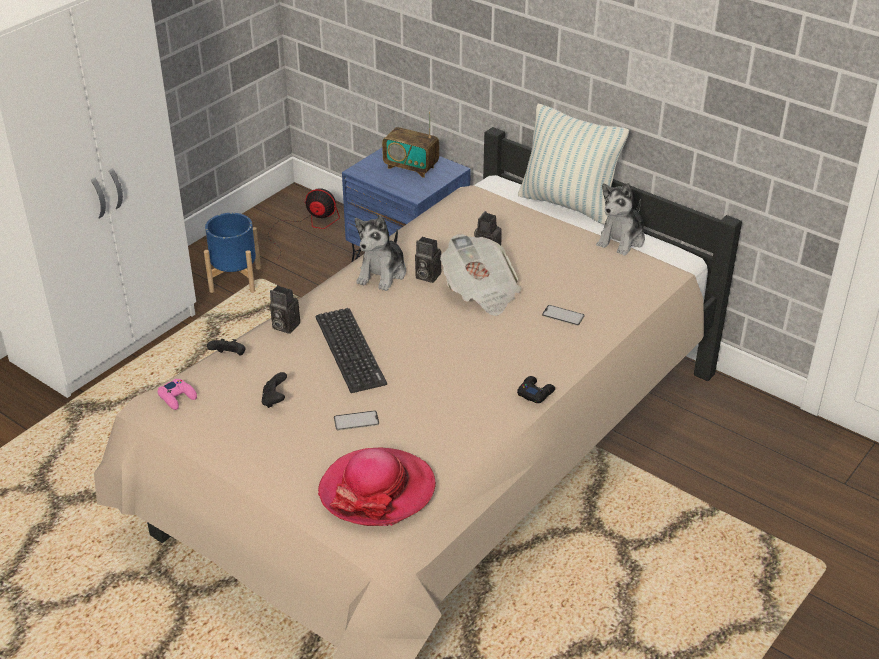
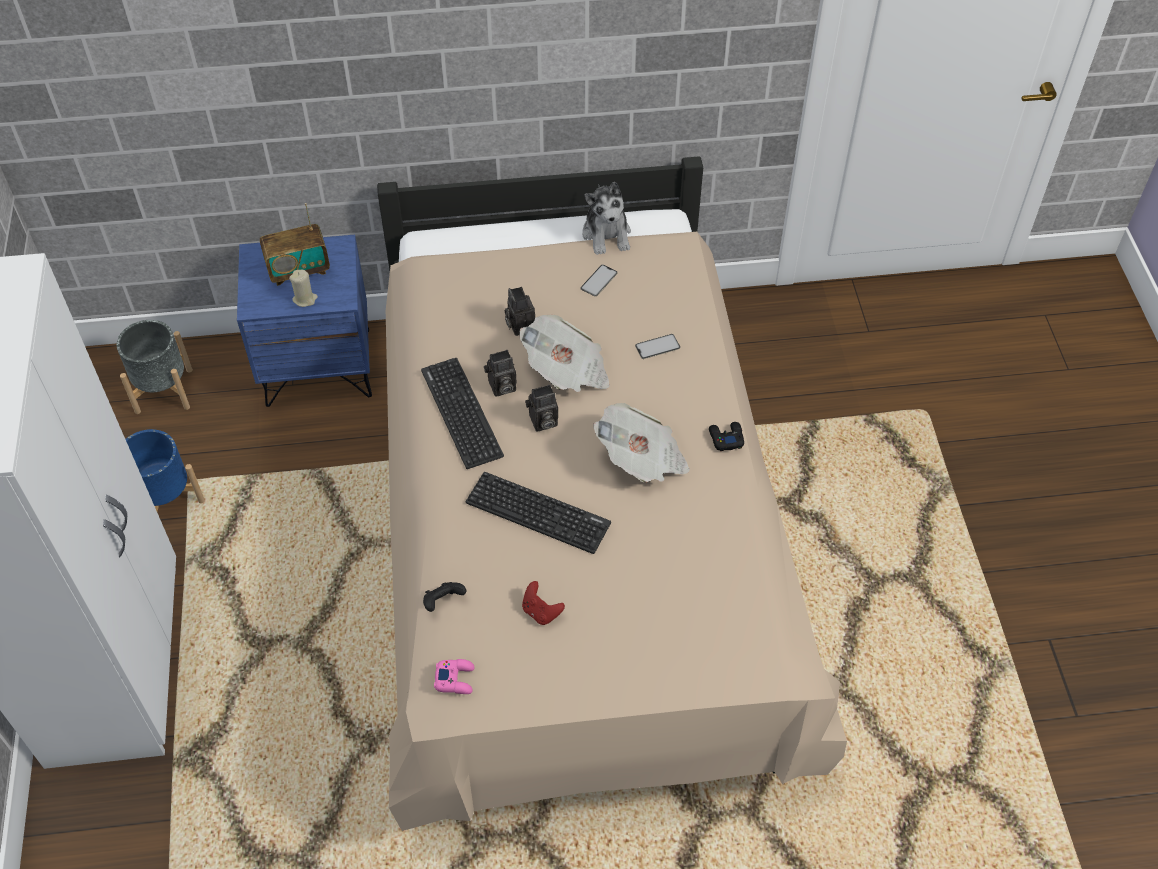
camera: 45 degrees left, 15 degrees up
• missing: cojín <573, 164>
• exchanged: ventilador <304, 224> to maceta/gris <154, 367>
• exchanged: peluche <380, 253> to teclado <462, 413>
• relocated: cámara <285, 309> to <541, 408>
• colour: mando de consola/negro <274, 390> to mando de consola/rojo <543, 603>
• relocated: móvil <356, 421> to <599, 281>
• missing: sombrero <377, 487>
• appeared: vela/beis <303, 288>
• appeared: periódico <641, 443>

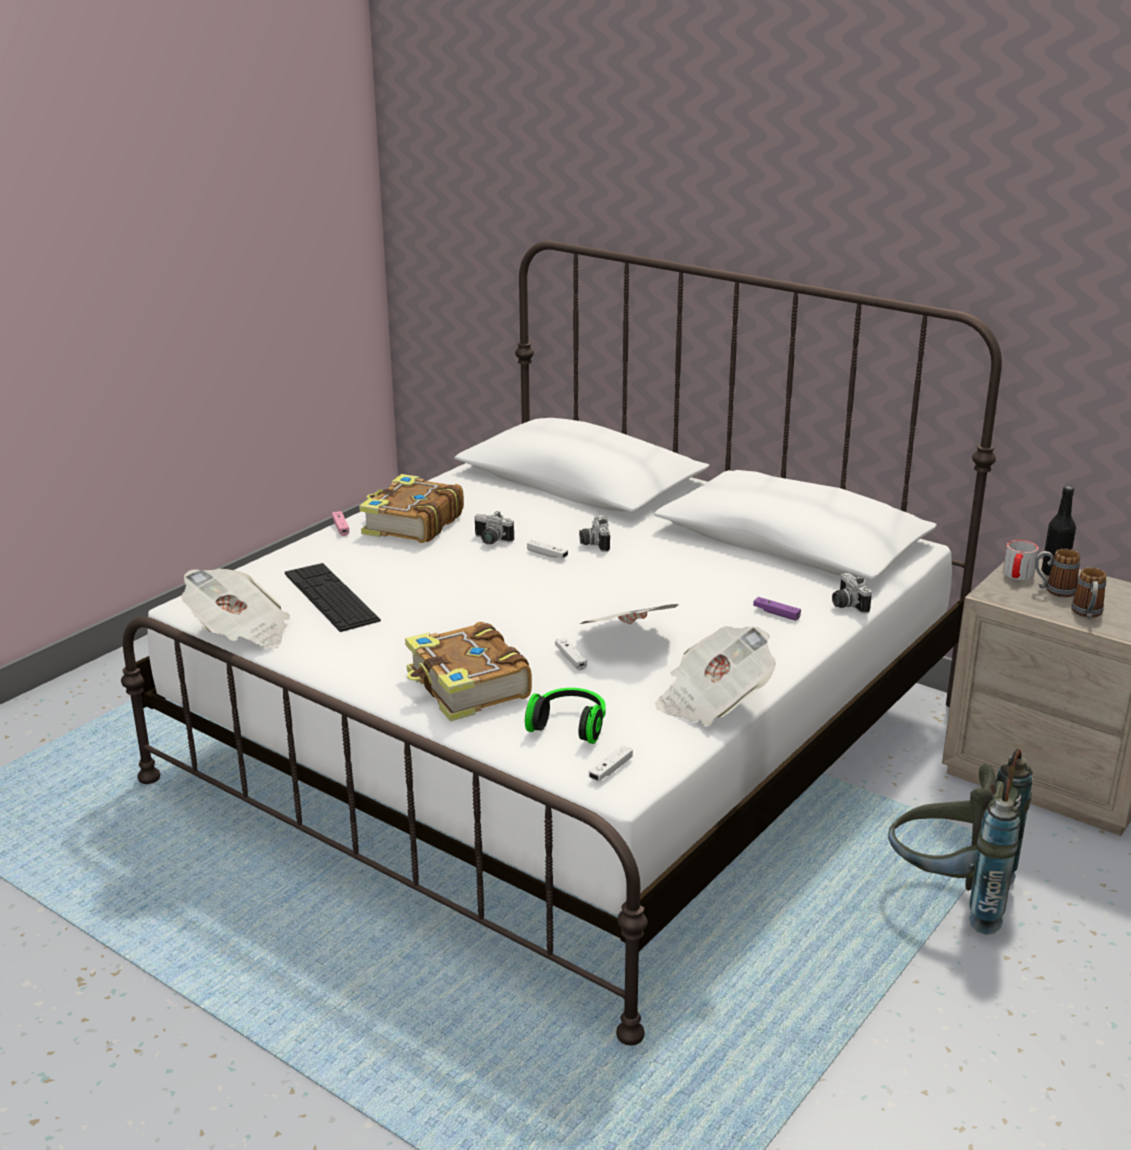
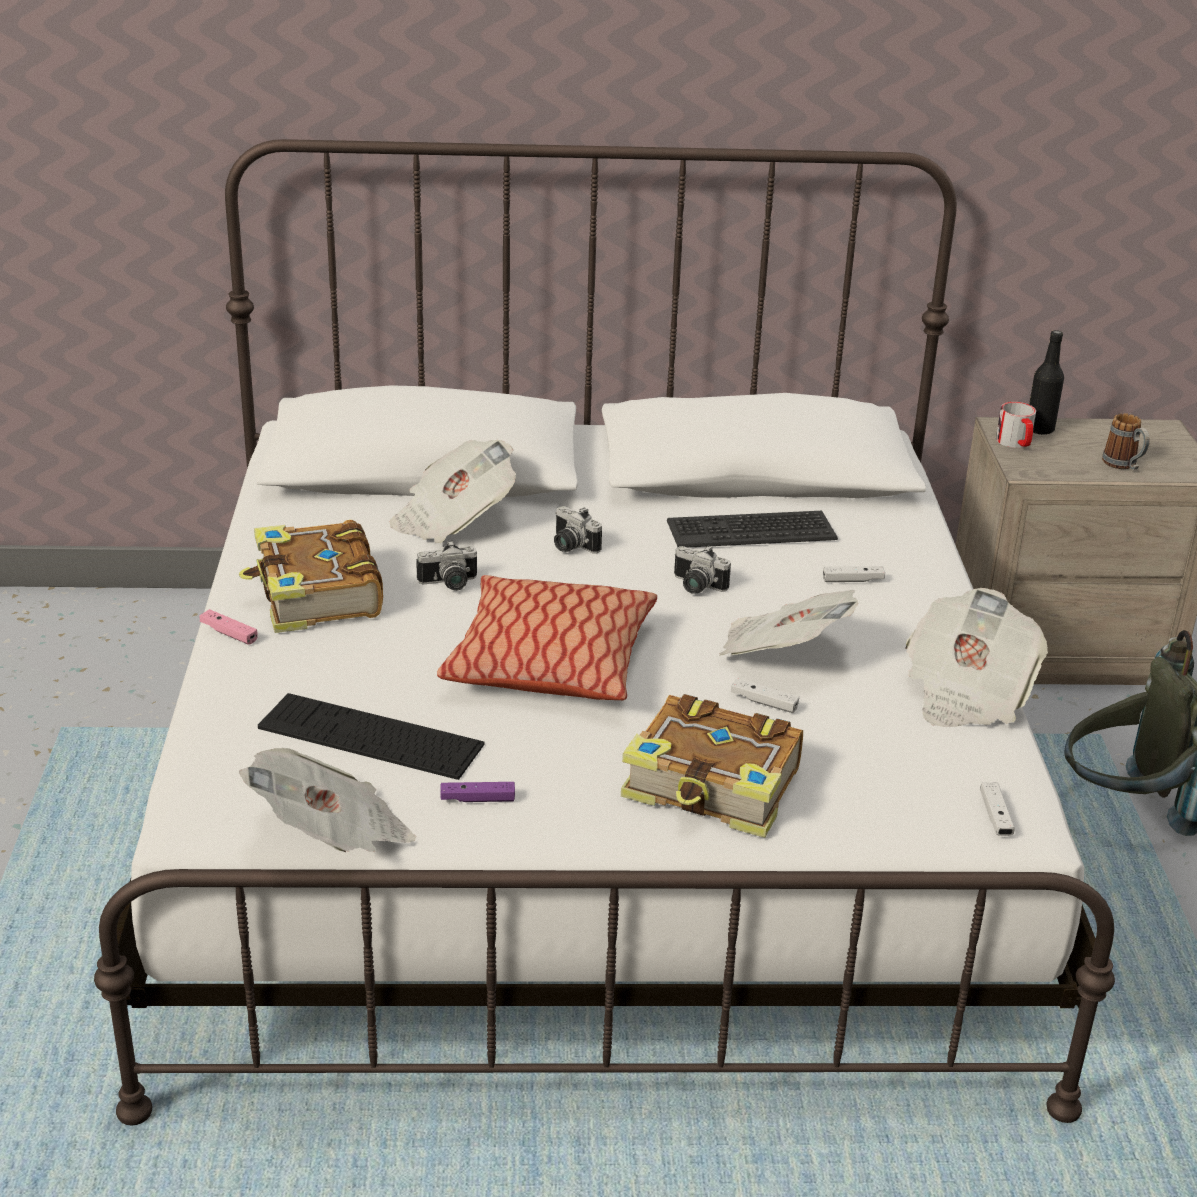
camera: 40 degrees left, 5 degrees up
• relocated: mando de consola/blanco <547, 549> to <854, 574>
• missing: taza grande <1057, 572>
• relocated: cámara <852, 593> to <702, 570>
• relocated: mando de consola/morado <777, 609> to <477, 792>
• missing: auriculares <565, 716>
• appeared: periódico <453, 491>
• appeared: teclado <752, 529>
• appeared: cojín <547, 637>

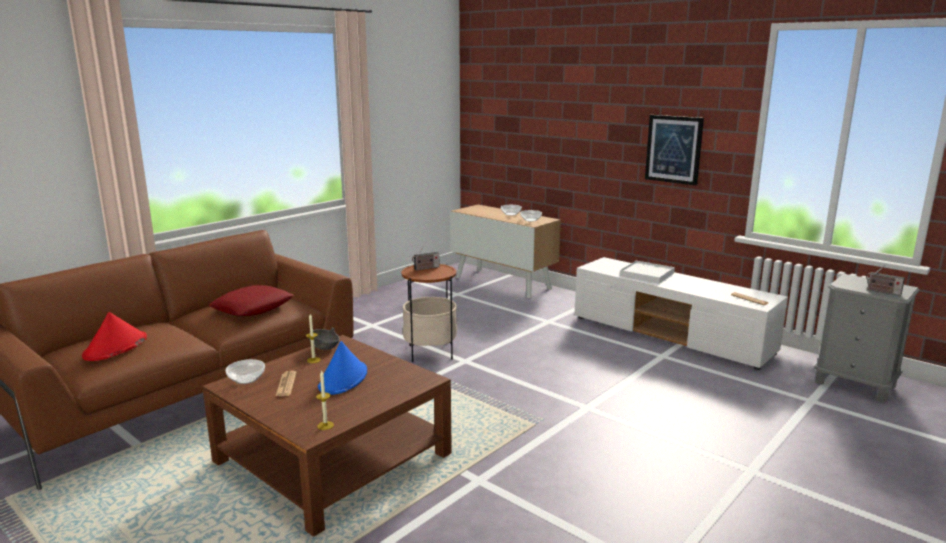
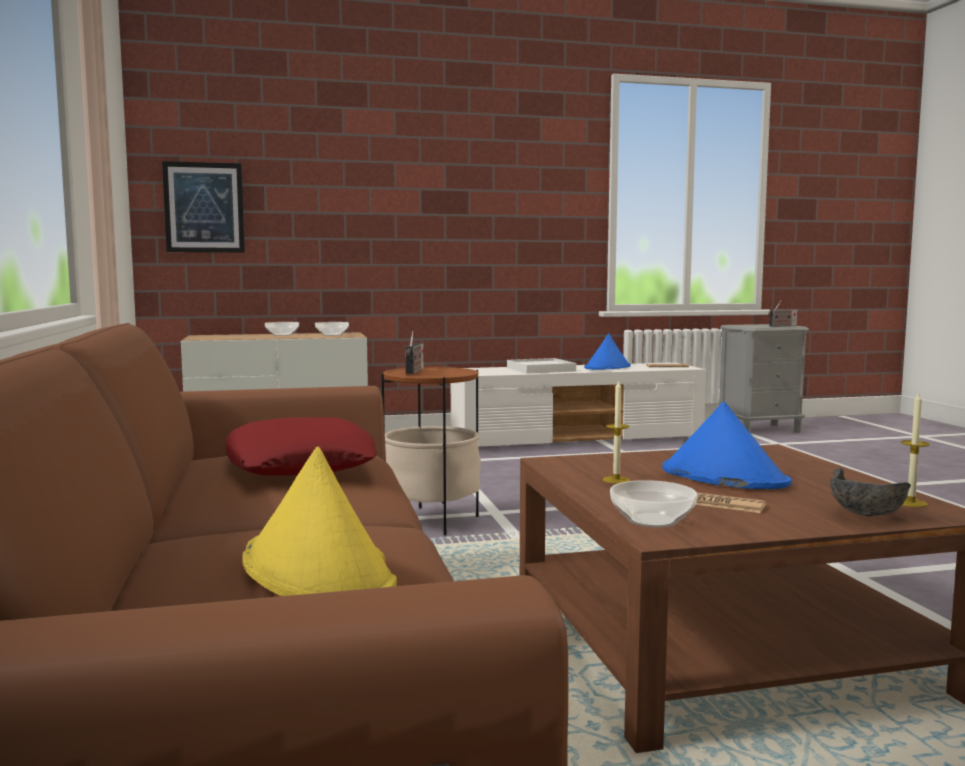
camera: 55 degrees left, 10 degrees down
• relocated: cuadro <674, 150> to <203, 207>
• colour: sombrero/rojo <114, 336> to sombrero/amarillo <319, 521>
• relocated: cuenco/gris <324, 339> to <870, 492>
• appeared: sombrero/azul <607, 351>

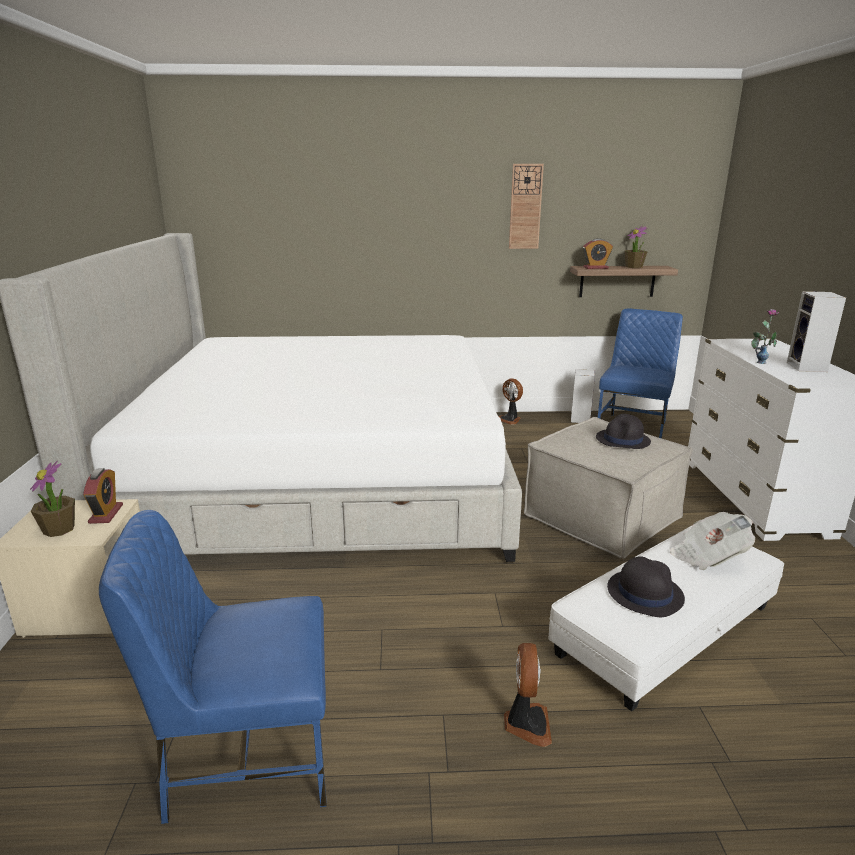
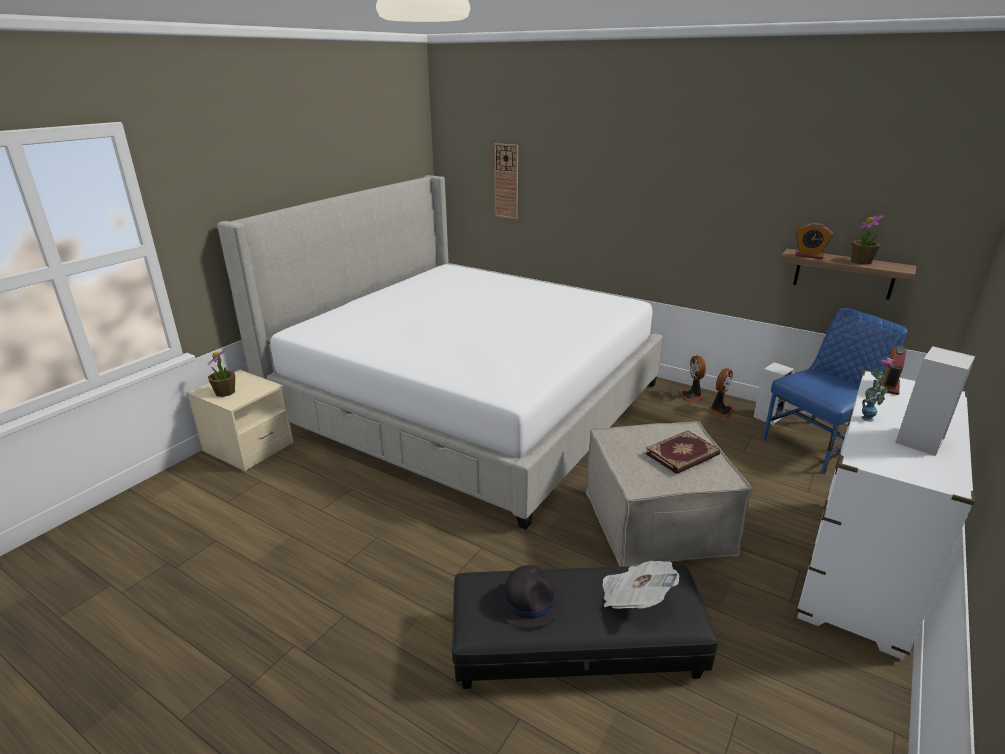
camera: 35 degrees right, 5 degrees up
• relocated: reloj de pared <526, 206> to <506, 181>
• exchanged: sombrero/negro <623, 431> to libro <683, 452>
• relocated: despertador <103, 496> to <892, 370>
• missing: silla/azul <213, 667>
• colour: puf/blanco <666, 618> to puf/negro <585, 627>
• relocated: ventilador <528, 695> to <722, 393>

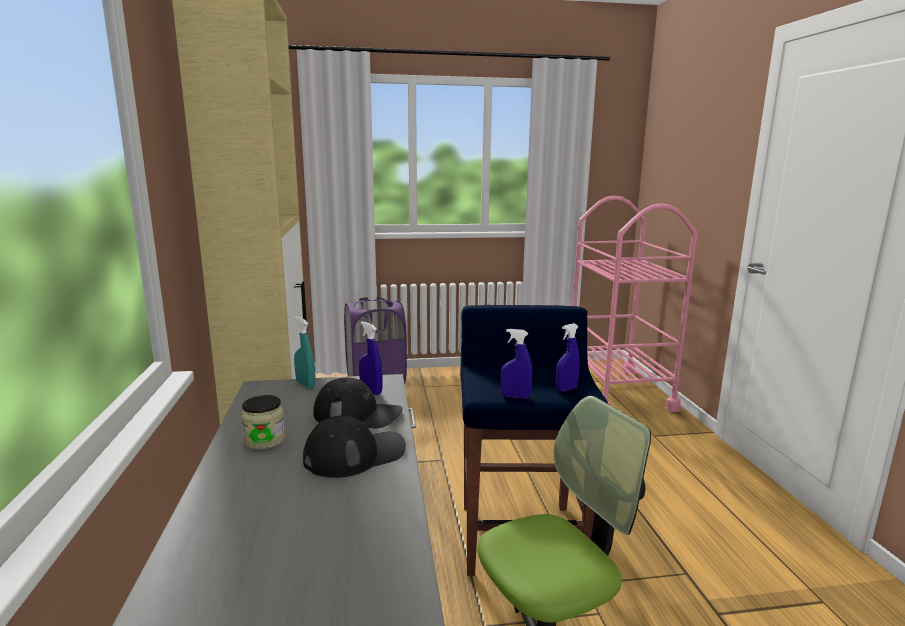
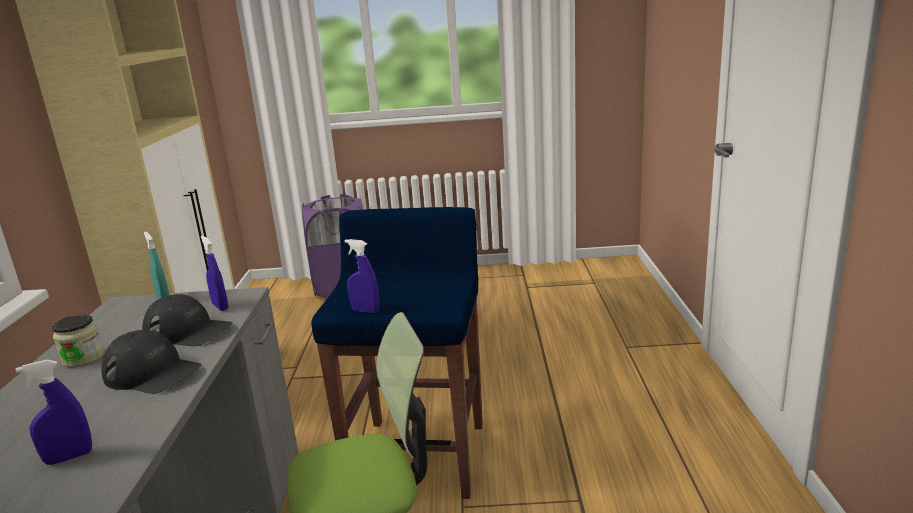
camera: 10 degrees right, 5 degrees up
• missing: carrito/rosa <635, 303>
• relocated: pulverizador/azul <568, 357> to <54, 412>
• spun: gorra/negro <354, 446> = <151, 362> 45 degrees clockwise

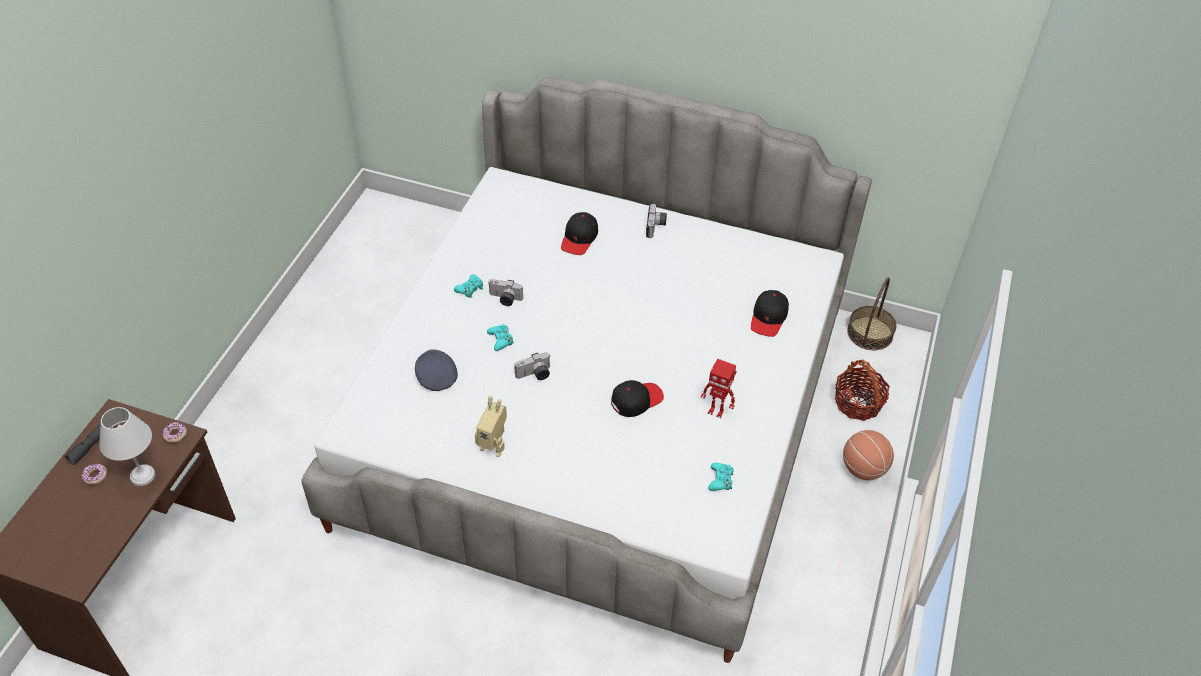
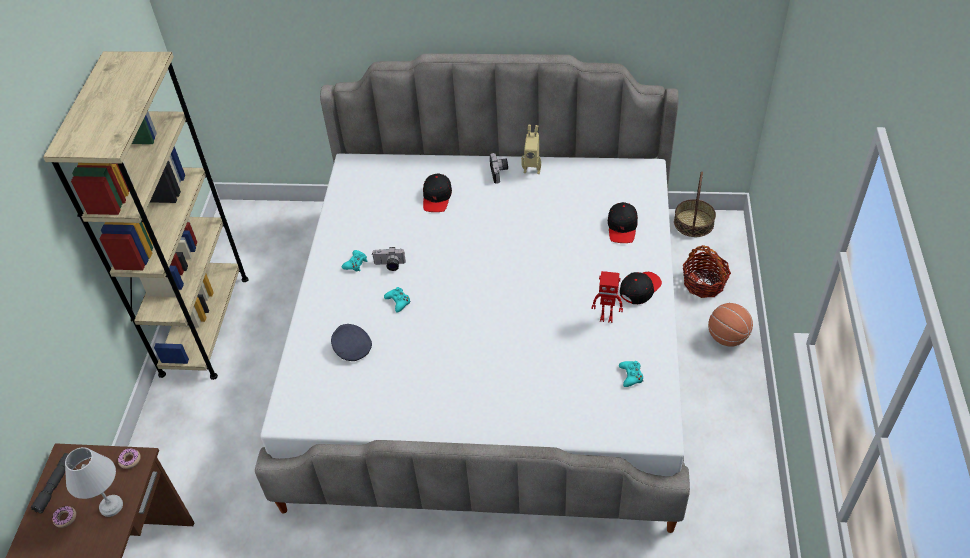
camera: 10 degrees left, 0 degrees up
• missing: cámara <532, 366>
• relocated: gorra/negro <637, 398> to <641, 288>
• relocated: robot de juguete <491, 426> to <531, 149>
• appeared: estantería/beis <146, 215>

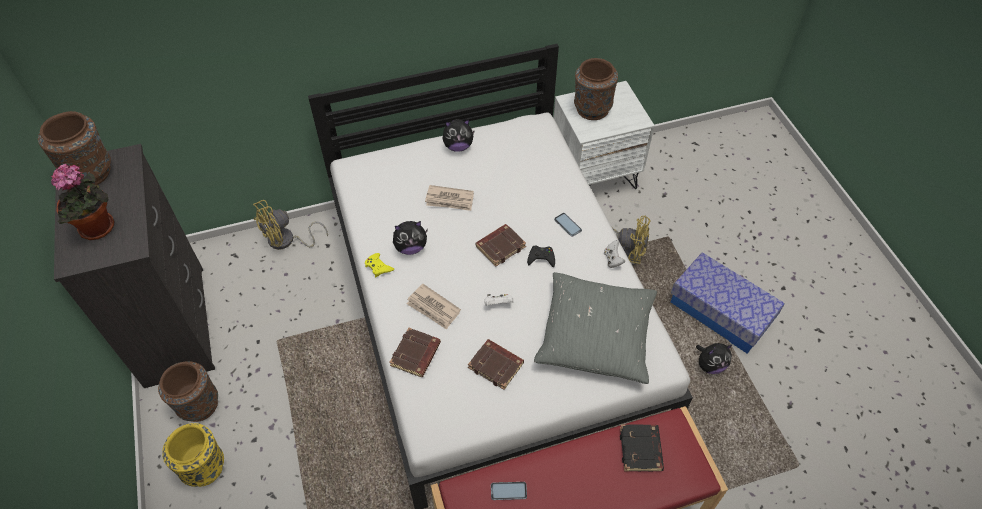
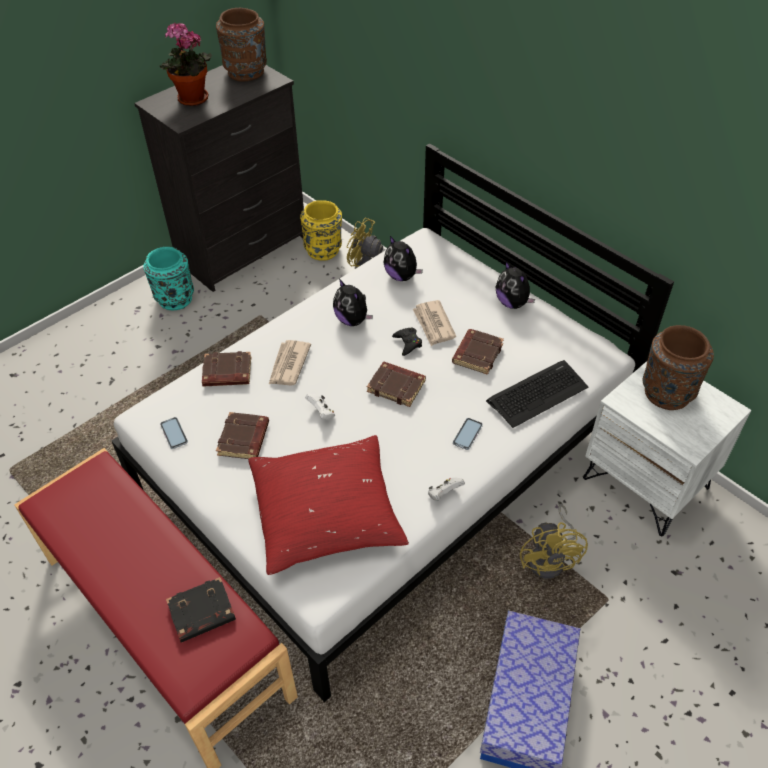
camera: 65 degrees right, 5 degrees down
• relocated: mando de consola/negro <541, 256> to <407, 341>
• missing: mando de consola/amarillo <379, 265>
• colour: cojín/gris <595, 328> to cojín/rojo <328, 505>
• relocated: peluche <714, 358> to <403, 258>
• colour: florero/marrón <188, 391> to florero/turquesa <168, 278>
• relocated: florero/amarillo <193, 455> to <321, 230>
• relocated: móvil <509, 491> to <174, 433>
• appeared: libro/marrón <478, 352>
• appeared: teclado <537, 394>

